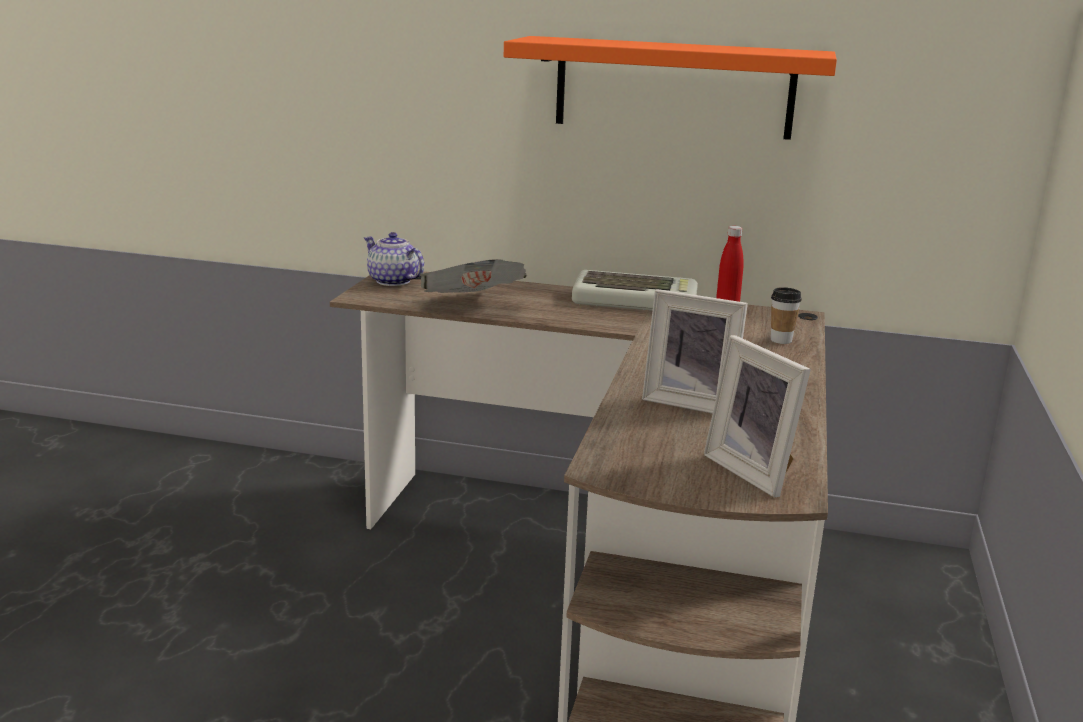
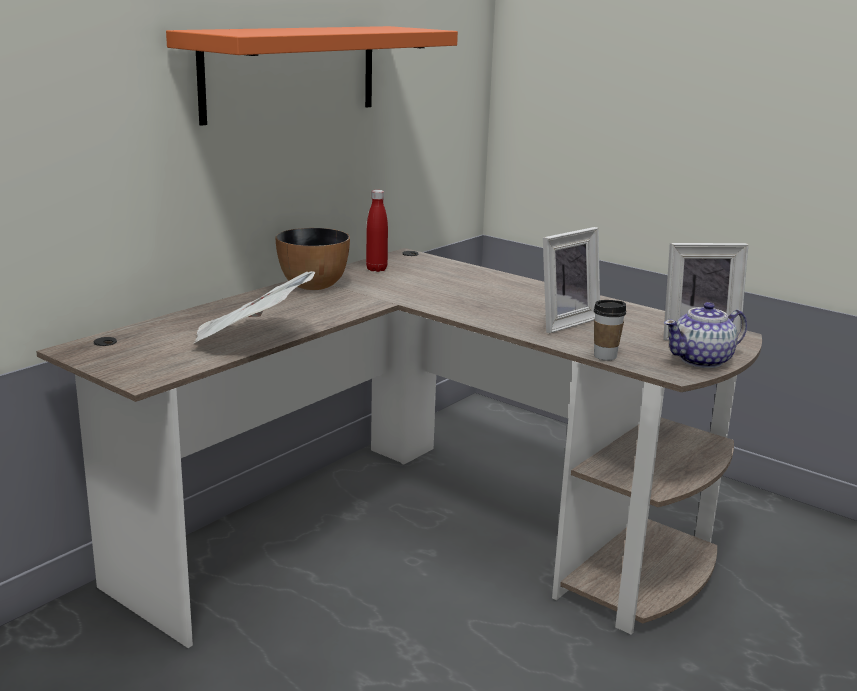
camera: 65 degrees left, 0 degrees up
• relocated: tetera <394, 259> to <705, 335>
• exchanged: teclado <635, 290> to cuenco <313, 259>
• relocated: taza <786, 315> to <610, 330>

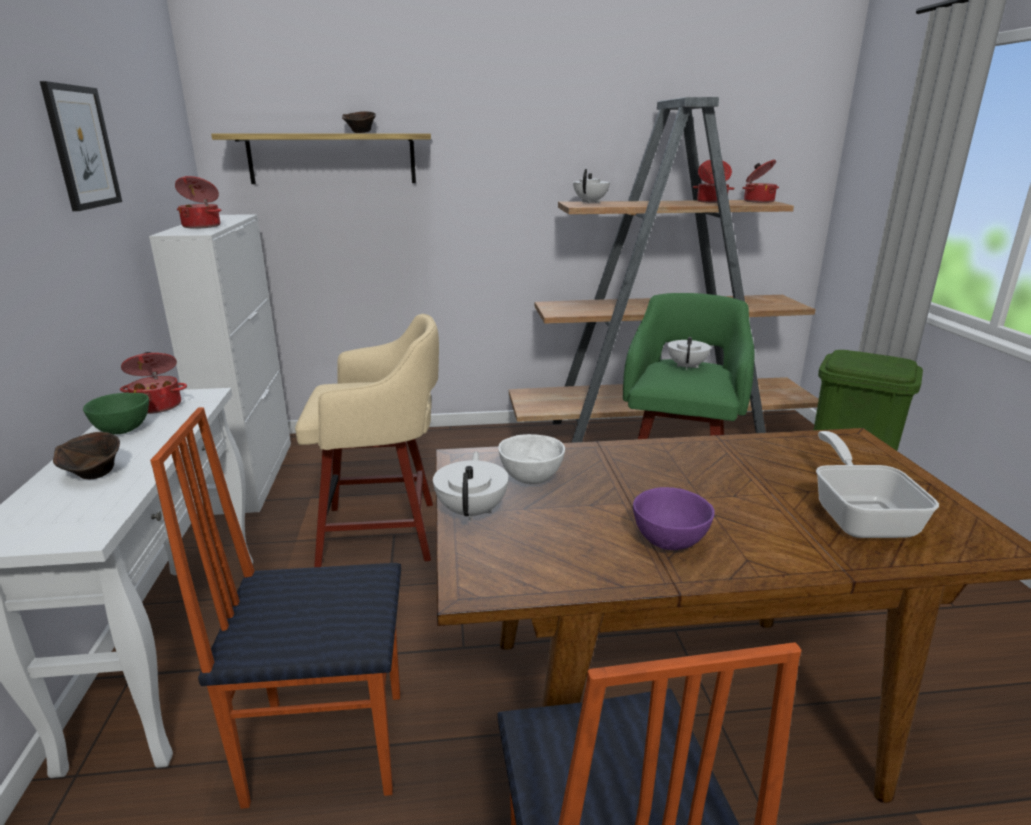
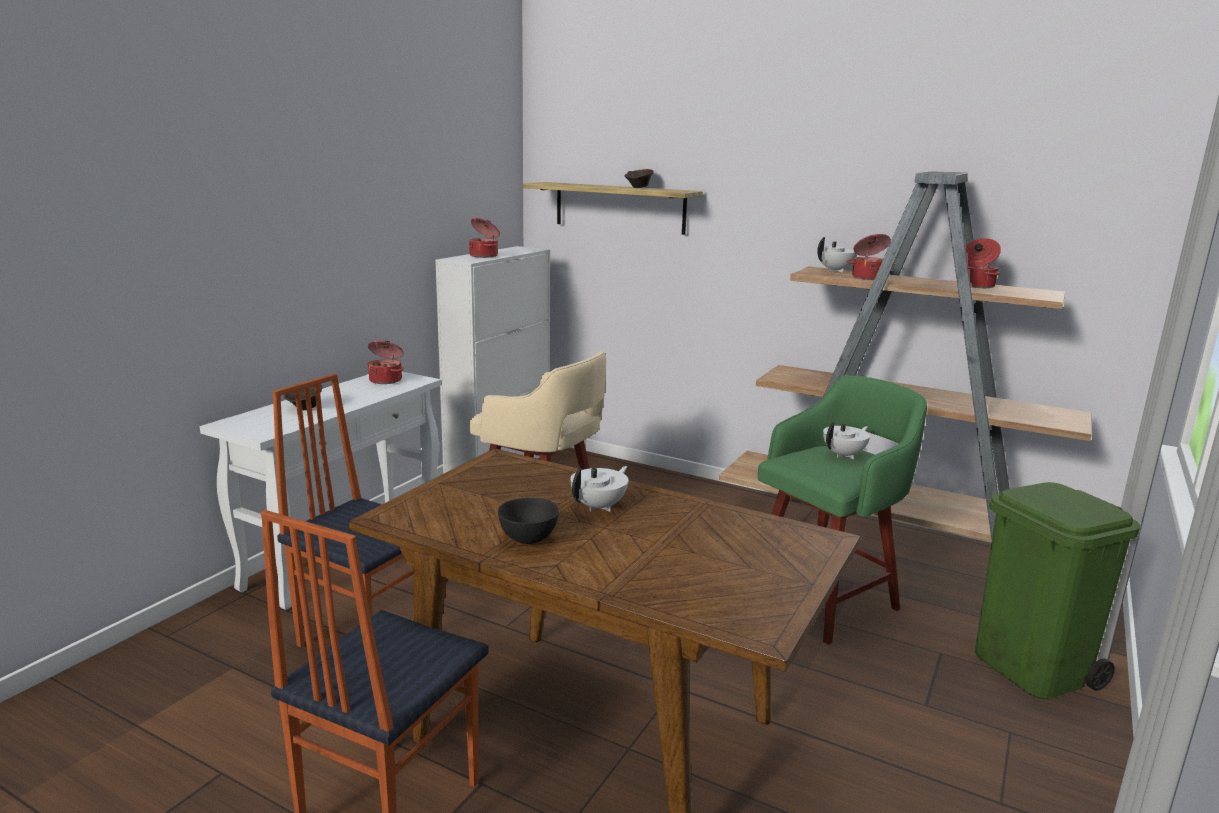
camera: 35 degrees right, 5 degrees down
• missing: cuadro <81, 146>
• relocated: olla <760, 181> to <870, 257>
• missing: cuenco/verde <116, 413>
• missing: sartén <877, 484>
• missing: cuenco/blanco <531, 459>
• relocated: tetera/blanco <471, 486> to <599, 489>
• colour: cuenco/morado <674, 518> to cuenco/negro <528, 521>

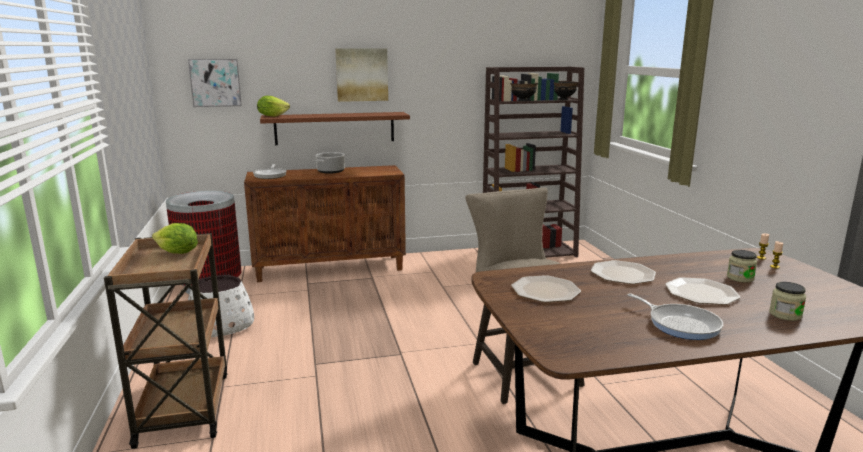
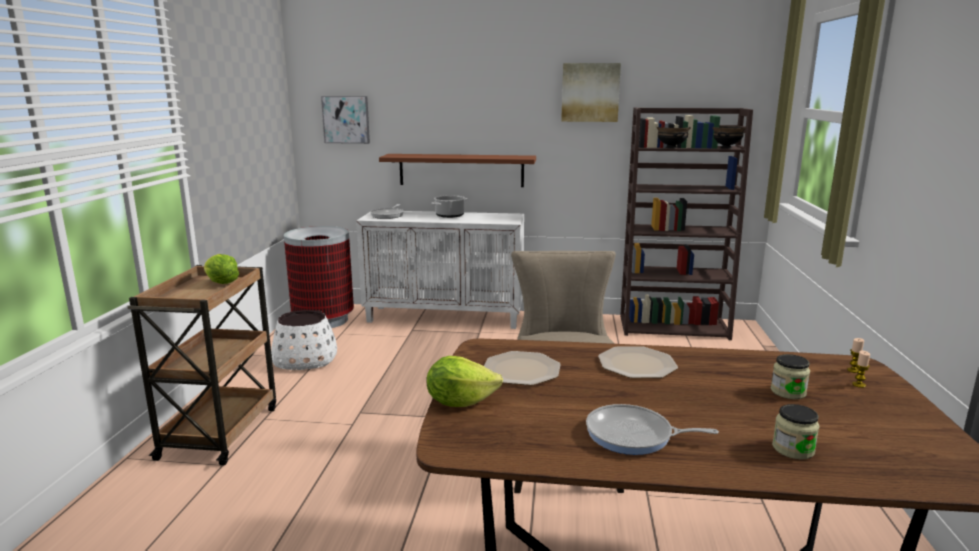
camera: 20 degrees right, 0 degrees up
• relocated: cuadro <361, 75> to <591, 92>
• relocated: lechuga <273, 106> to <465, 381>
• colour: armario/marrón <325, 223> to armario/blanco <440, 270>
• missing: plato <702, 291>
• spun: sartén <675, 316> = <652, 429> 120 degrees clockwise

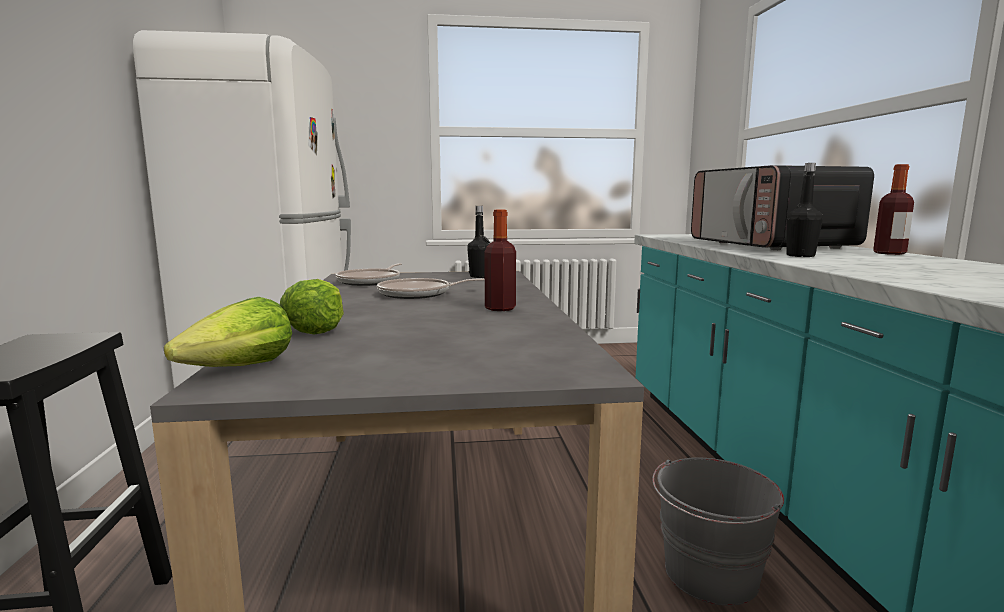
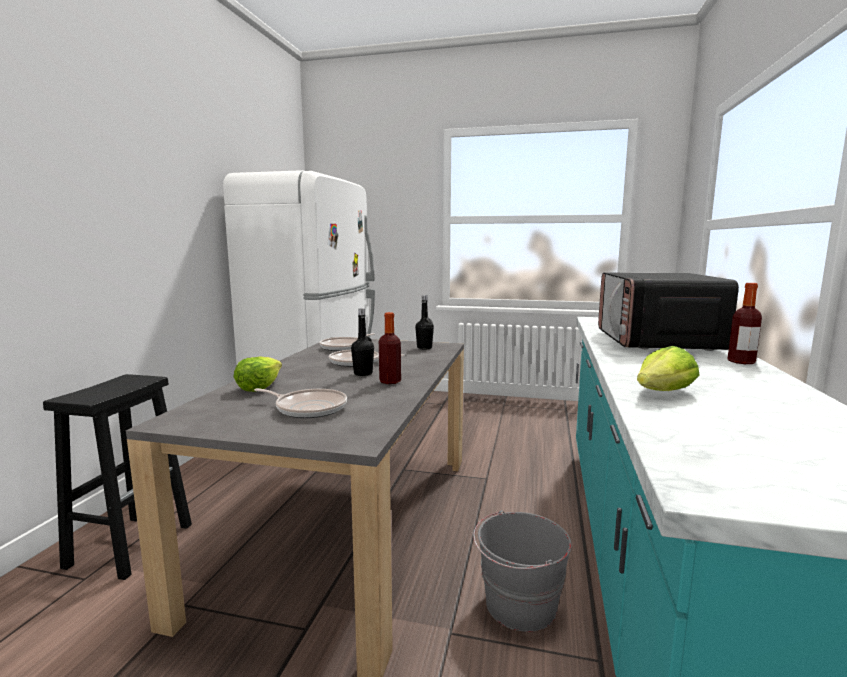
camera: 20 degrees right, 0 degrees up
• relocated: botella/negro <804, 210> to <362, 342>
• relocated: lechuga <228, 332> to <668, 368>
• appeared: sartén <300, 403>

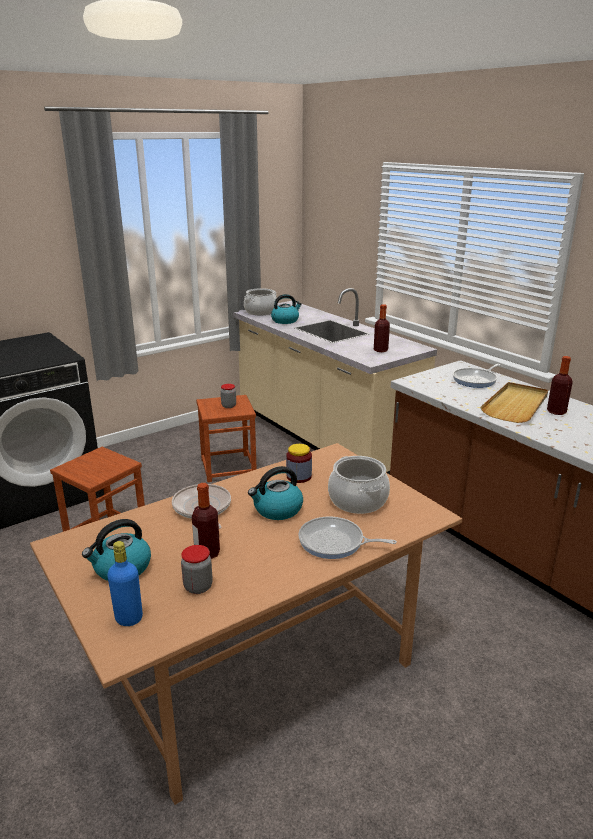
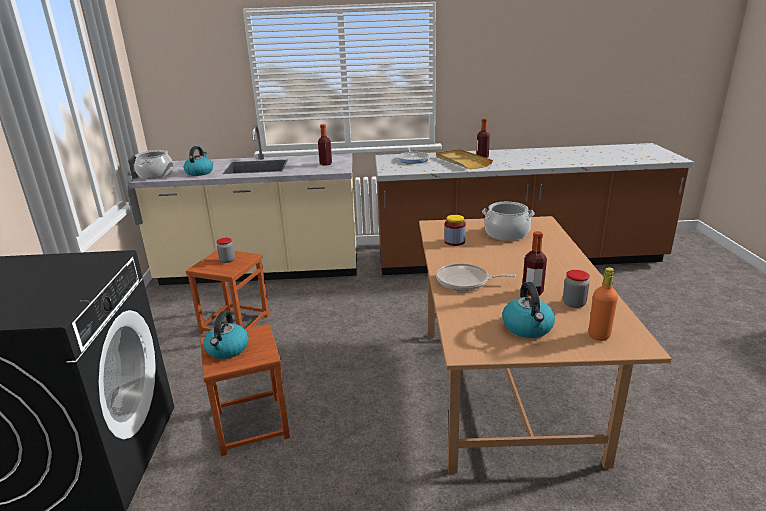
camera: 55 degrees left, 0 degrees up
• relocated: hervidor <275, 493> to <226, 335>
• missing: sartén <347, 538>
• colour: botella/azul <125, 583> to botella/naranja <603, 304>

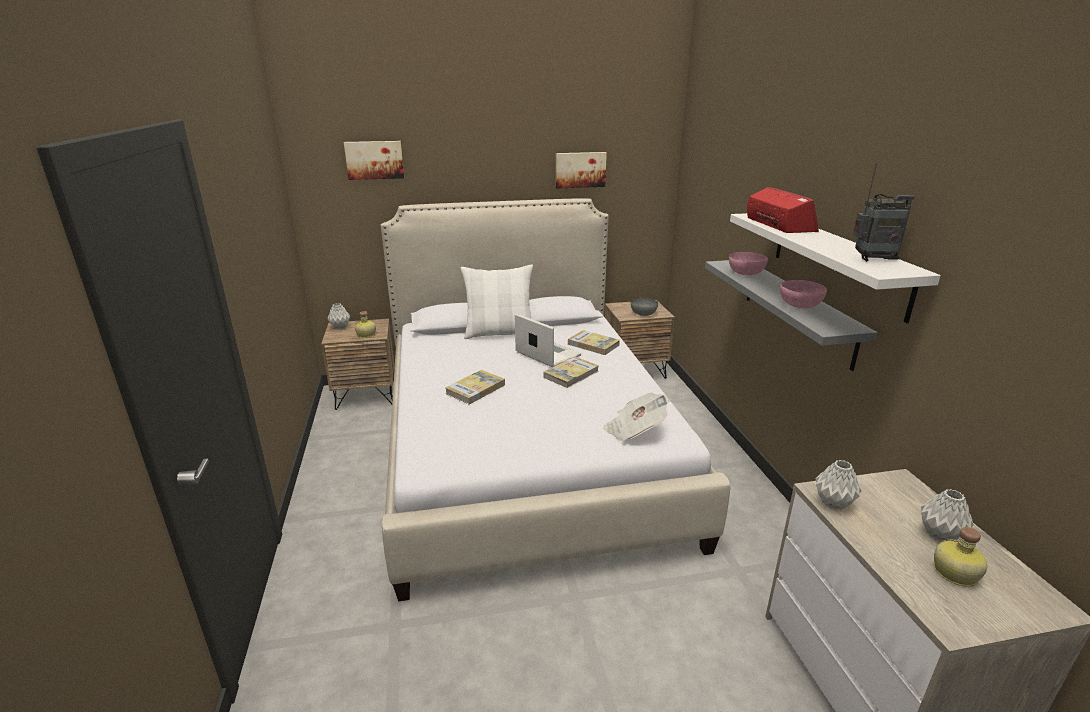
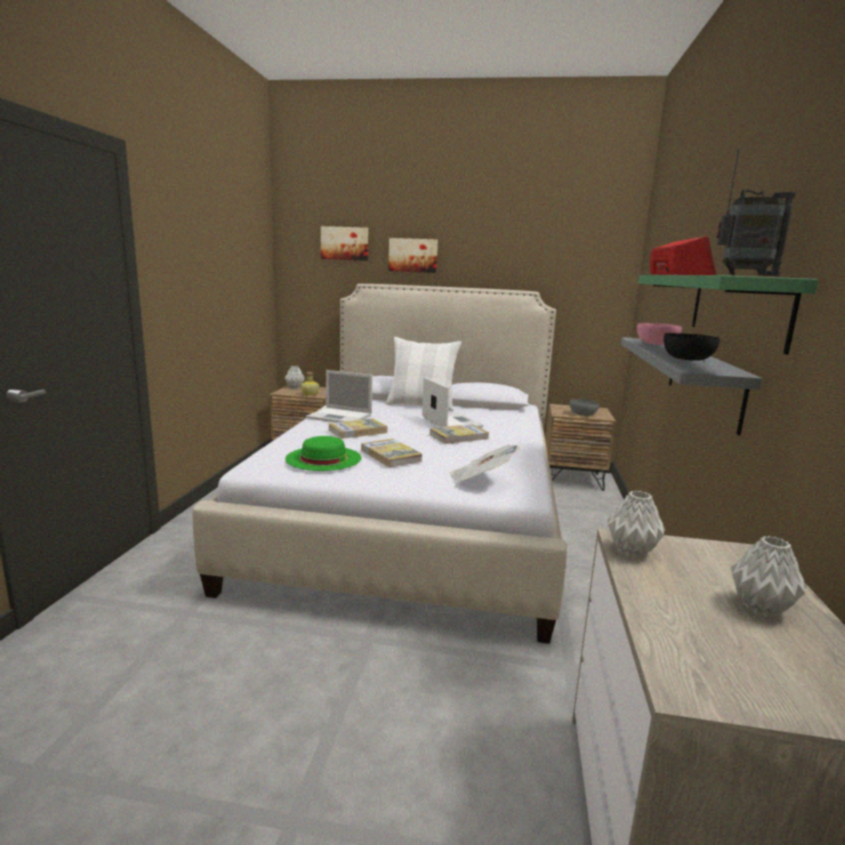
camera: 20 degrees right, 10 degrees down
• relocated: cuadro <581, 170> to <413, 255>
• colour: estante/blanco <835, 268> to estante/verde <728, 315>
• colour: cuenco/rosa <803, 294> to cuenco/negro <692, 347>
• relocated: libro <594, 342> to <391, 453>
• missing: botella <960, 557>
• appeared: portátil <339, 396>
• appeared: sombrero/verde <323, 453>

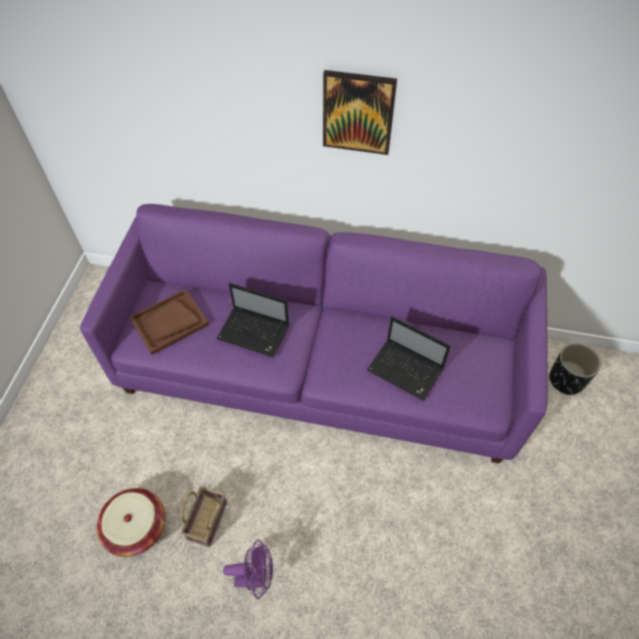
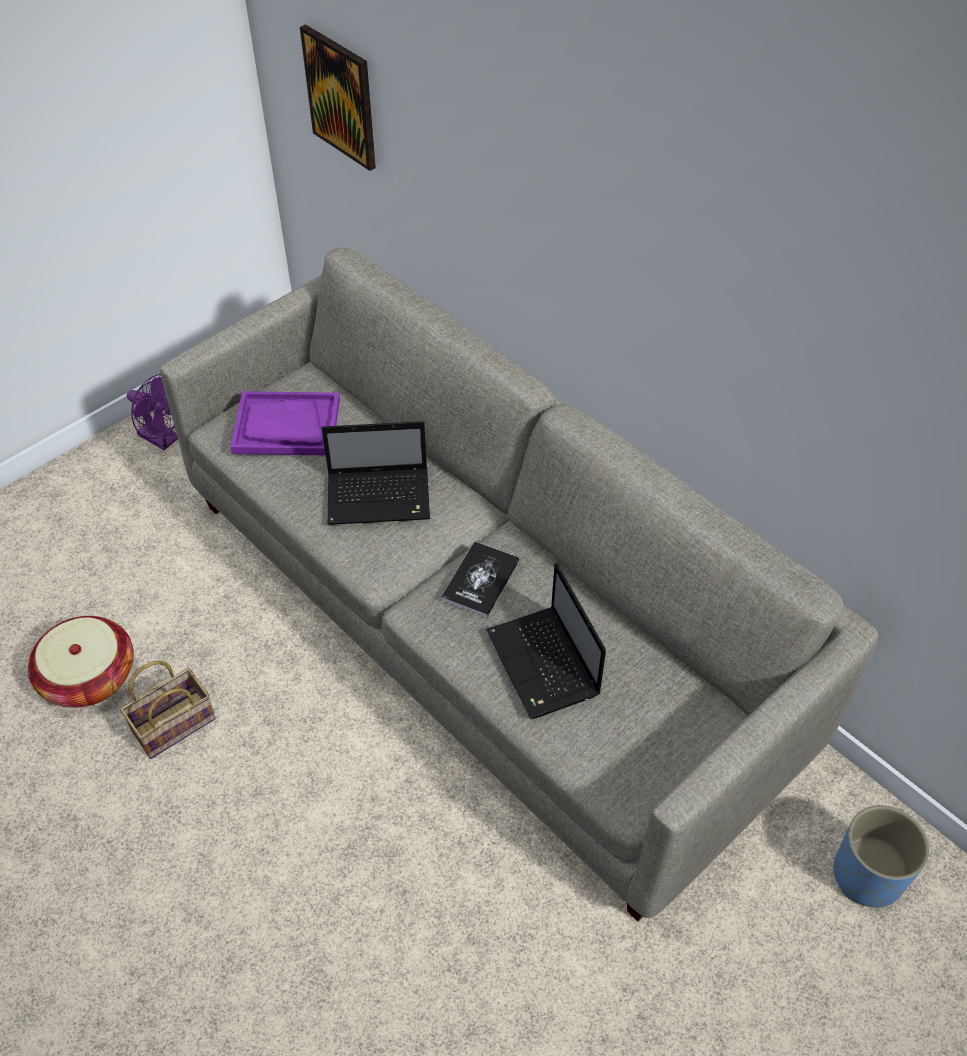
camera: 35 degrees right, 5 degrees down
• relocated: cuadro <360, 112> to <338, 97>
• colour: sofá/morado <314, 333> to sofá/gris <519, 584>
• spun: portátil <252, 320> = <376, 473> 60 degrees counterclockwise
• colour: bandeja/marrón <169, 322> to bandeja/morado <285, 423>
• colour: maceta/negro <575, 369> to maceta/azul <881, 856>
• relocated: ventilador/morado <248, 569> to <152, 412>
• appeared: libro <480, 579>

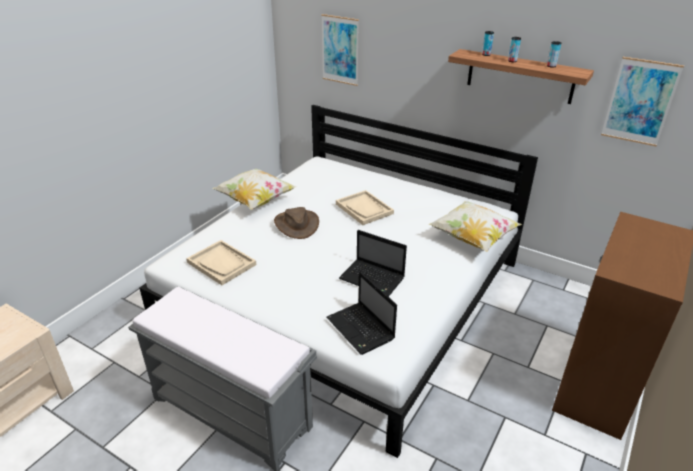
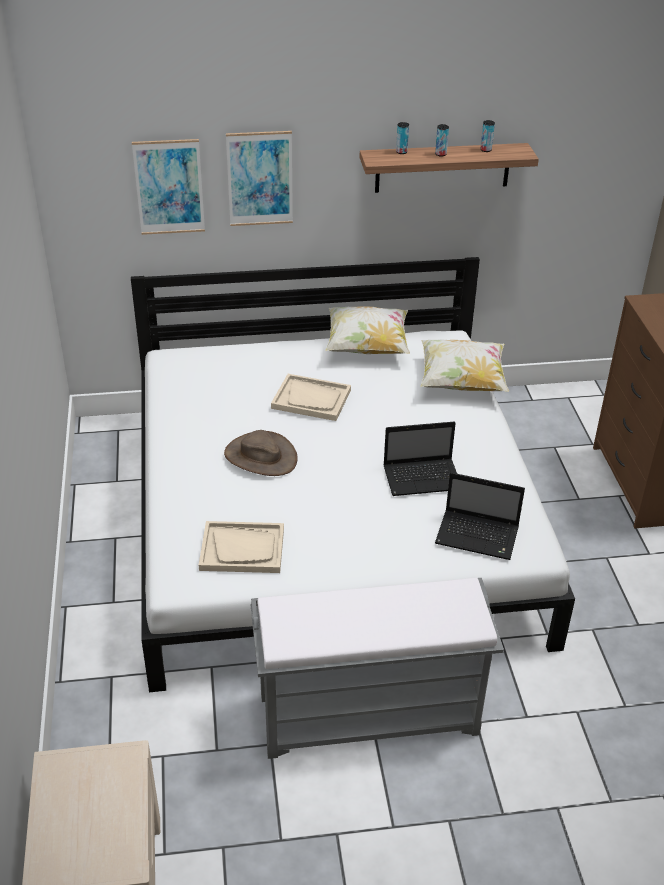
camera: 40 degrees left, 5 degrees up
• relocated: cuadro <642, 101> to <259, 178>
• relocated: cojín <254, 189> to <367, 330>

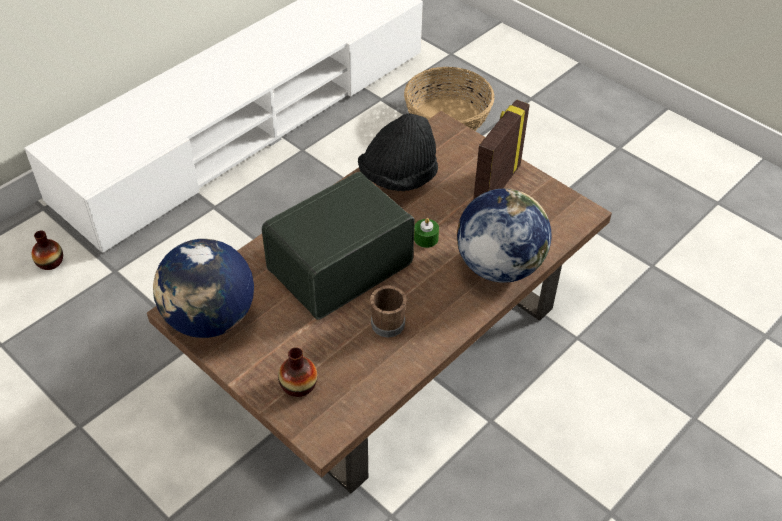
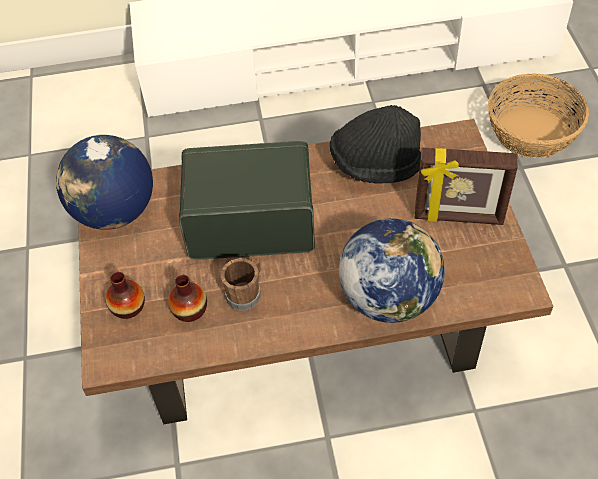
camera: 40 degrees right, 5 degrees up
• spun: portarretratos <501, 150> = <466, 186> 150 degrees counterclockwise
• missing: vela/verde <426, 233>
• relocated: florero <47, 250> to <187, 298>

